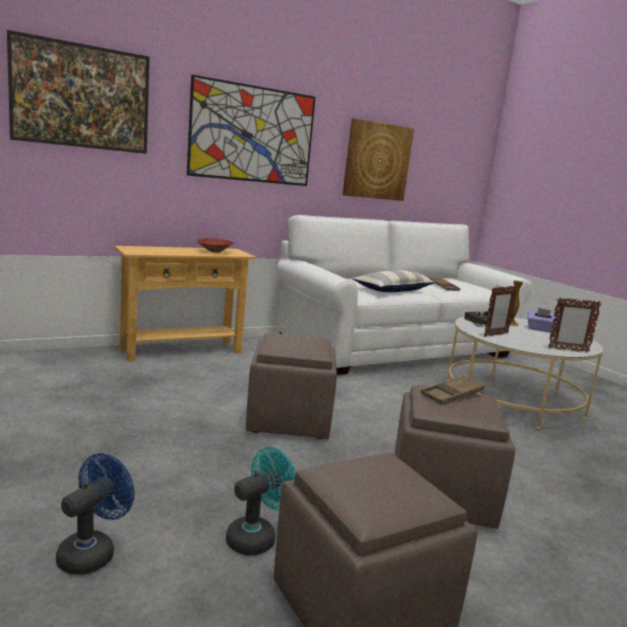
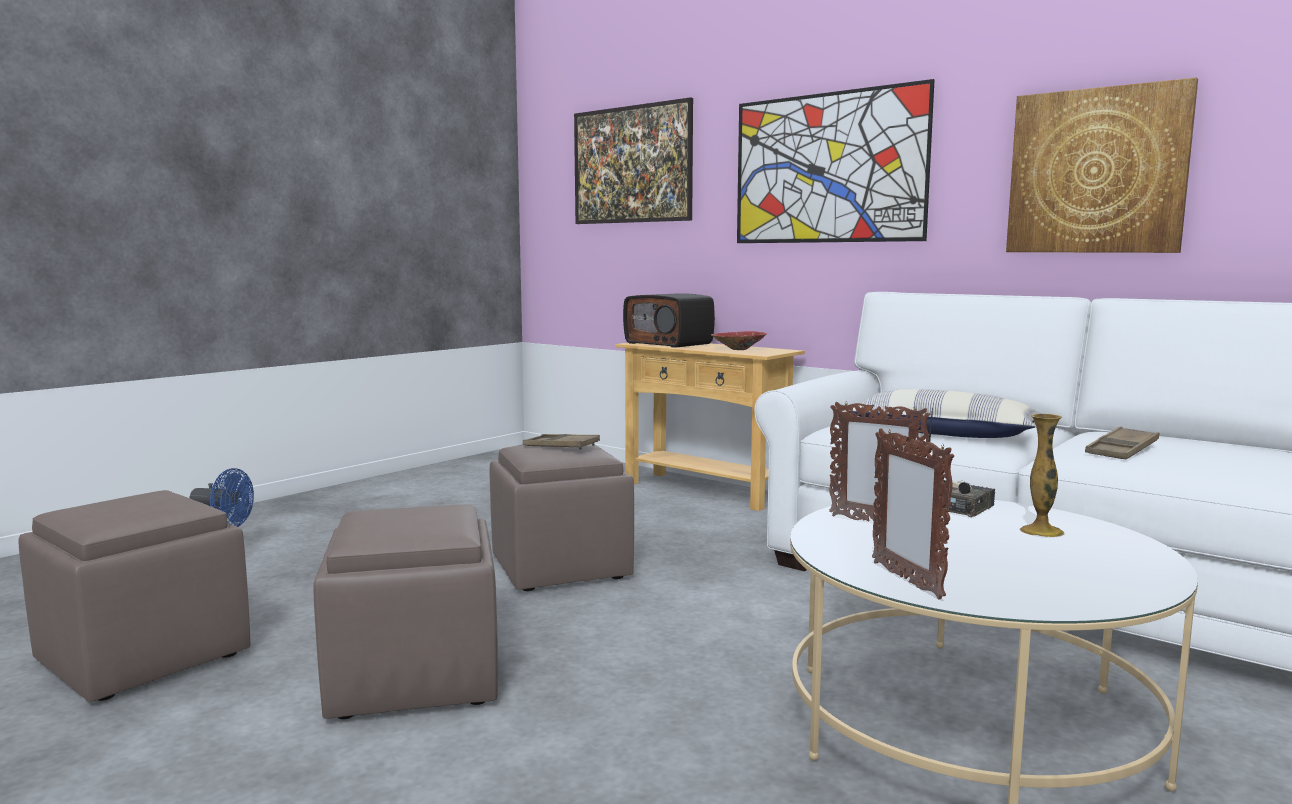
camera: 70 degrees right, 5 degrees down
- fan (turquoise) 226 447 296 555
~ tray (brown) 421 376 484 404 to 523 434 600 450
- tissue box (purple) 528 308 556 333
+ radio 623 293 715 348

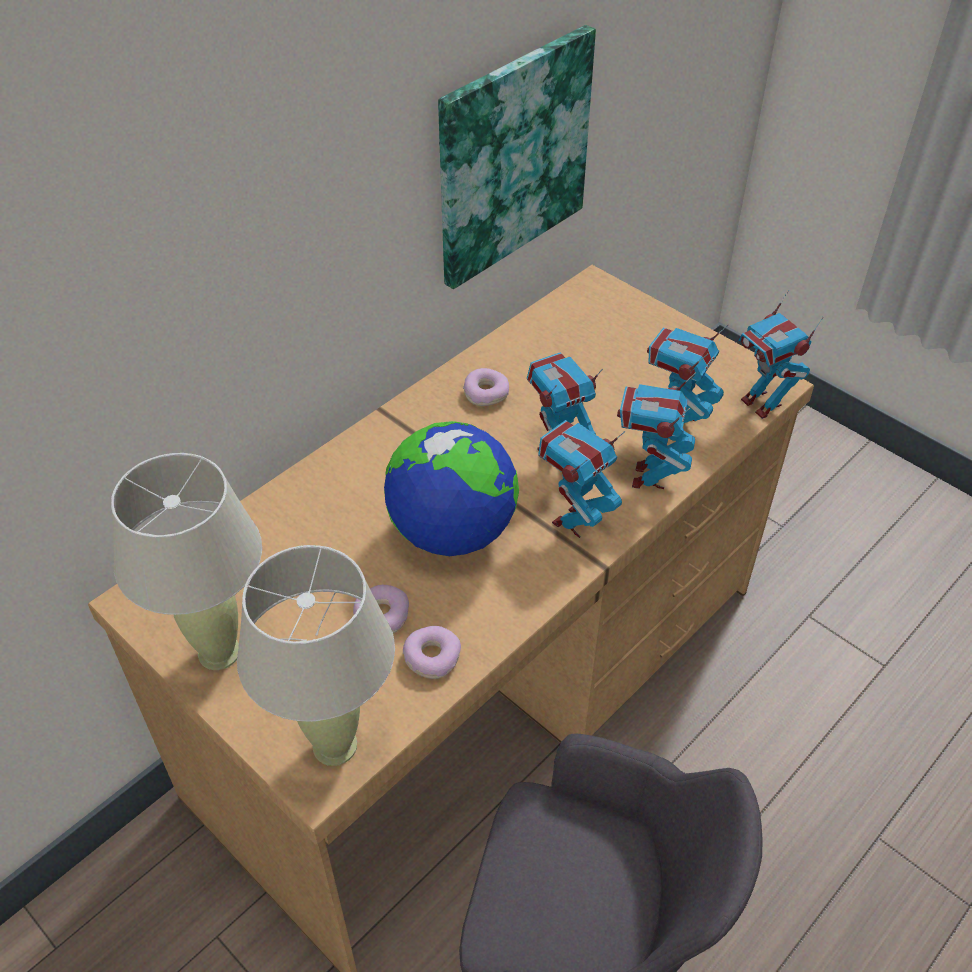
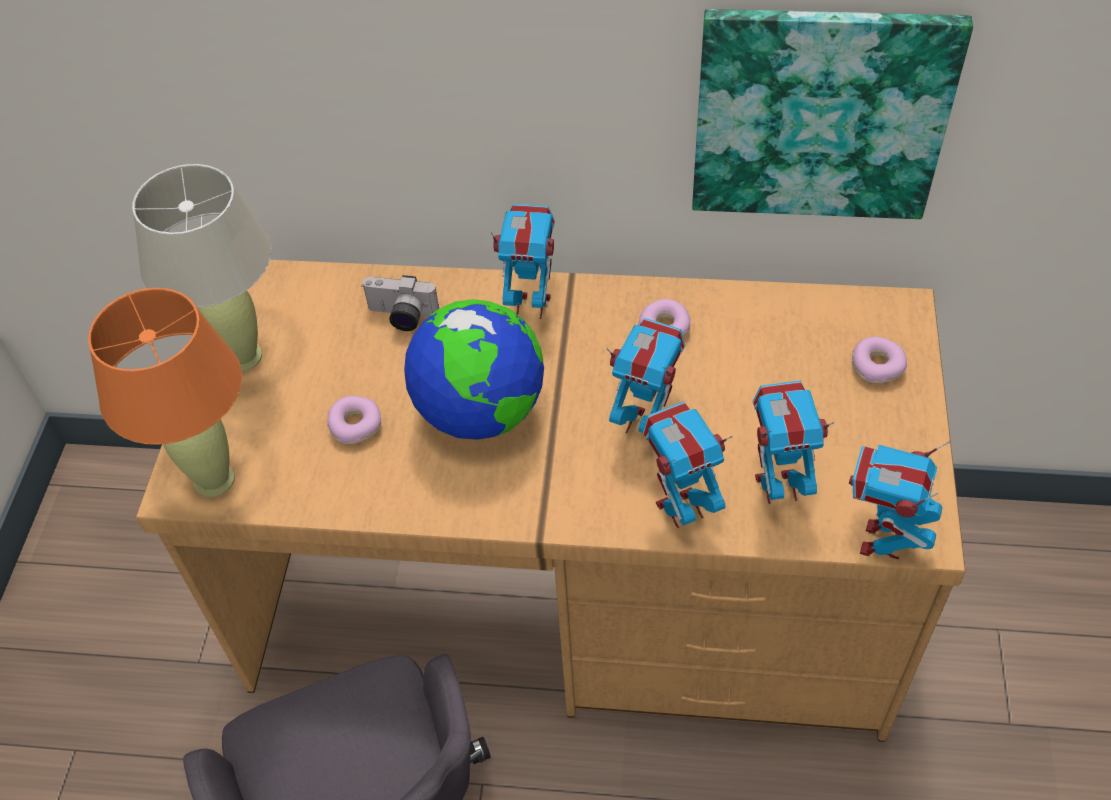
camera: 55 degrees right, 5 degrees up
~ table lamp (beige) 237 545 395 766 to table lamp (orange) 88 288 242 497
~ donut 403 626 461 679 to 852 336 907 384
~ toy robot 538 420 625 538 to 491 204 555 319
+ photo camera 361 275 439 331

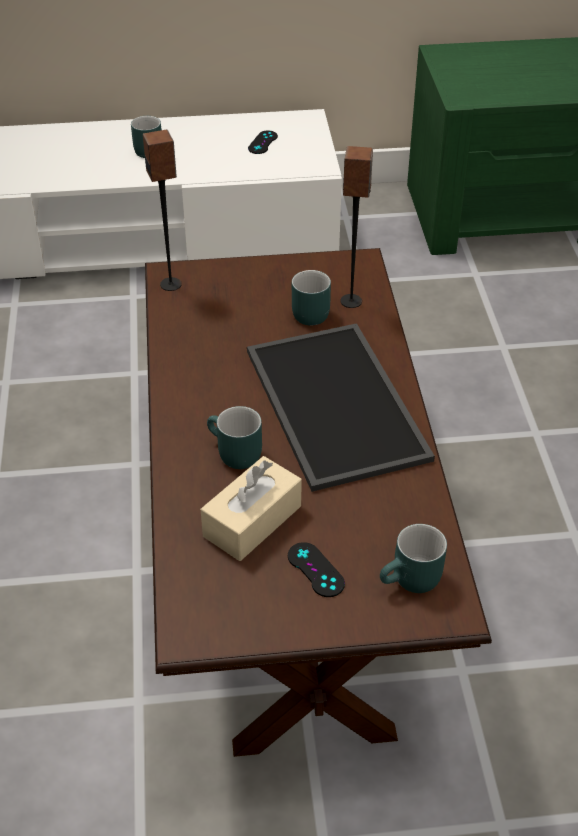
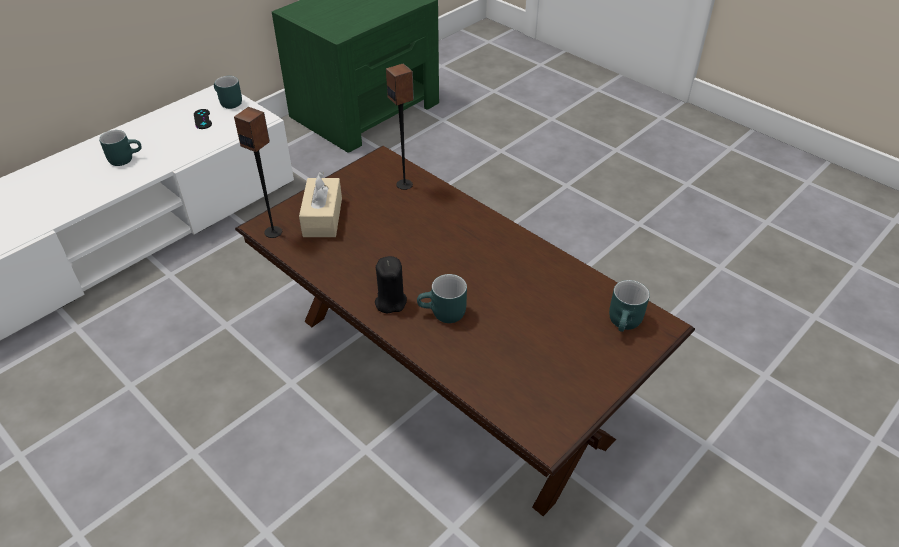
camera: 40 degrees left, 0 degrees up
~ tissue box (beige) 201 456 301 561 to 299 172 342 237
- tray 247 323 435 492
- game controller (black) 288 542 345 597
~ mug (turquoise) 292 270 331 325 to 214 76 242 109
+ candle (black) 375 256 407 314

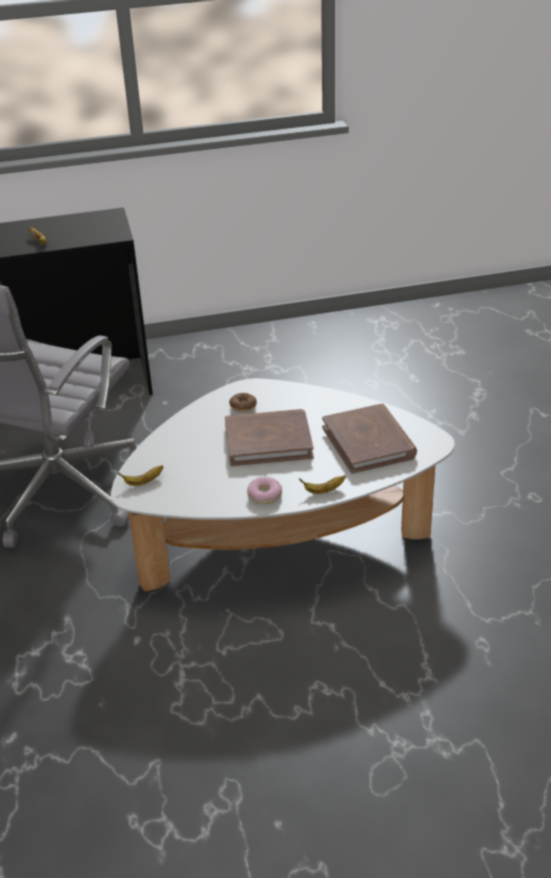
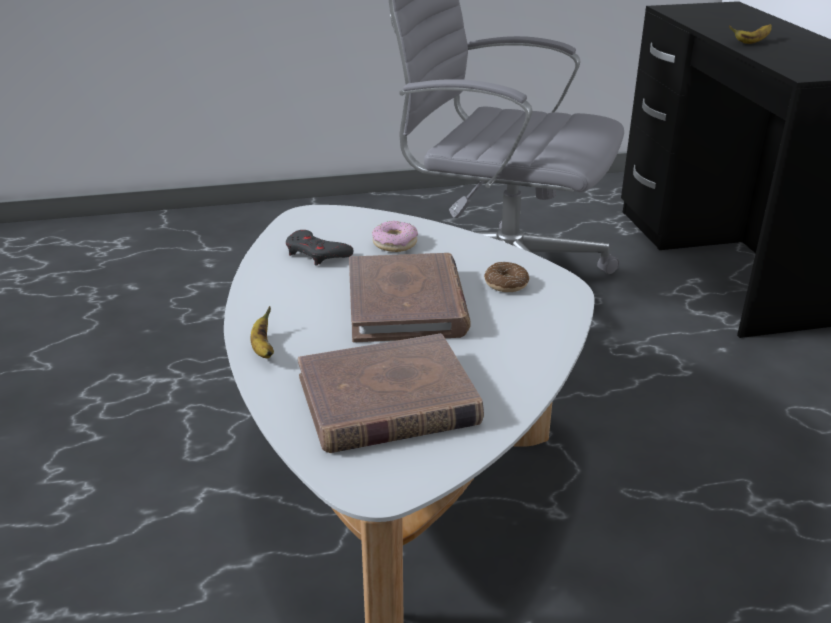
camera: 90 degrees right, 5 degrees down
- banana 117 465 163 486
~ donut 247 477 282 504 to 372 221 418 252
+ game controller (grey) 286 230 353 266

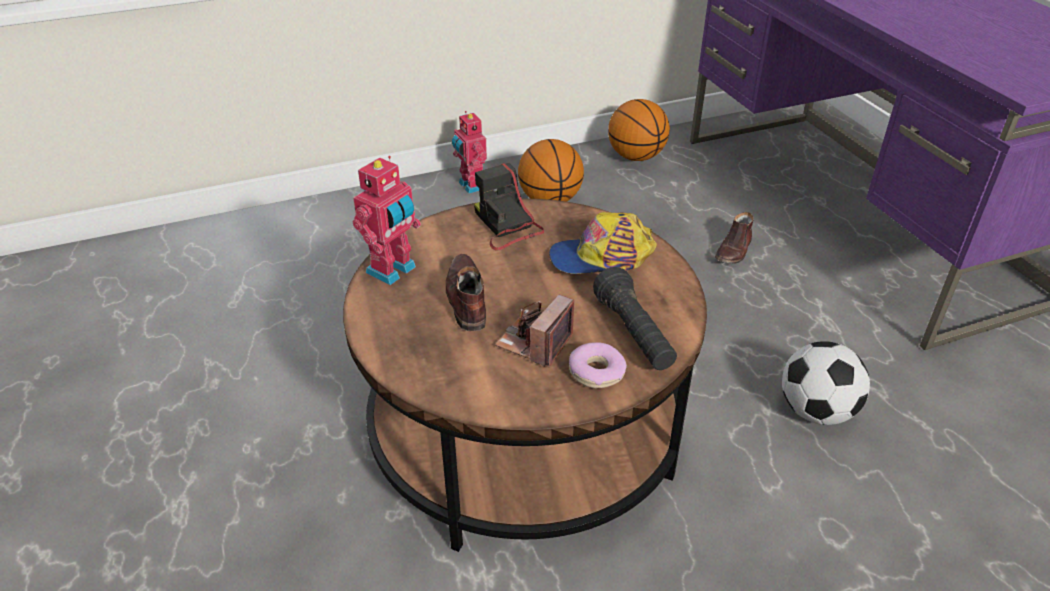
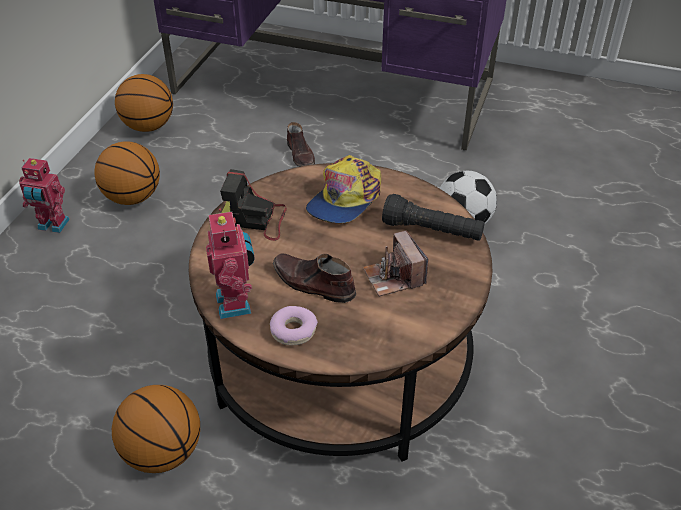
camera: 50 degrees left, 5 degrees up
~ donut 569 342 627 388 to 270 306 318 345
+ basketball 112 385 200 473

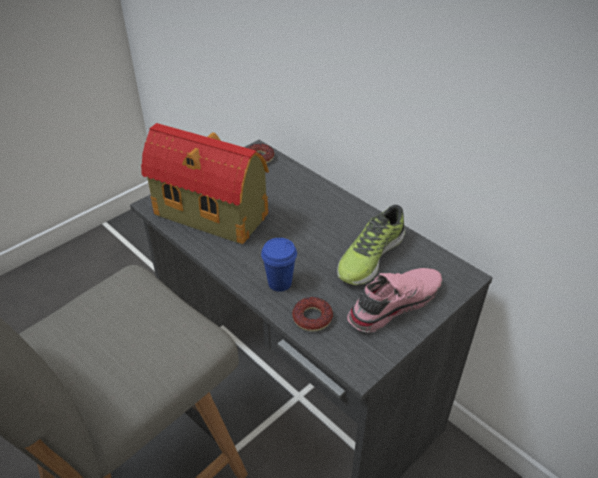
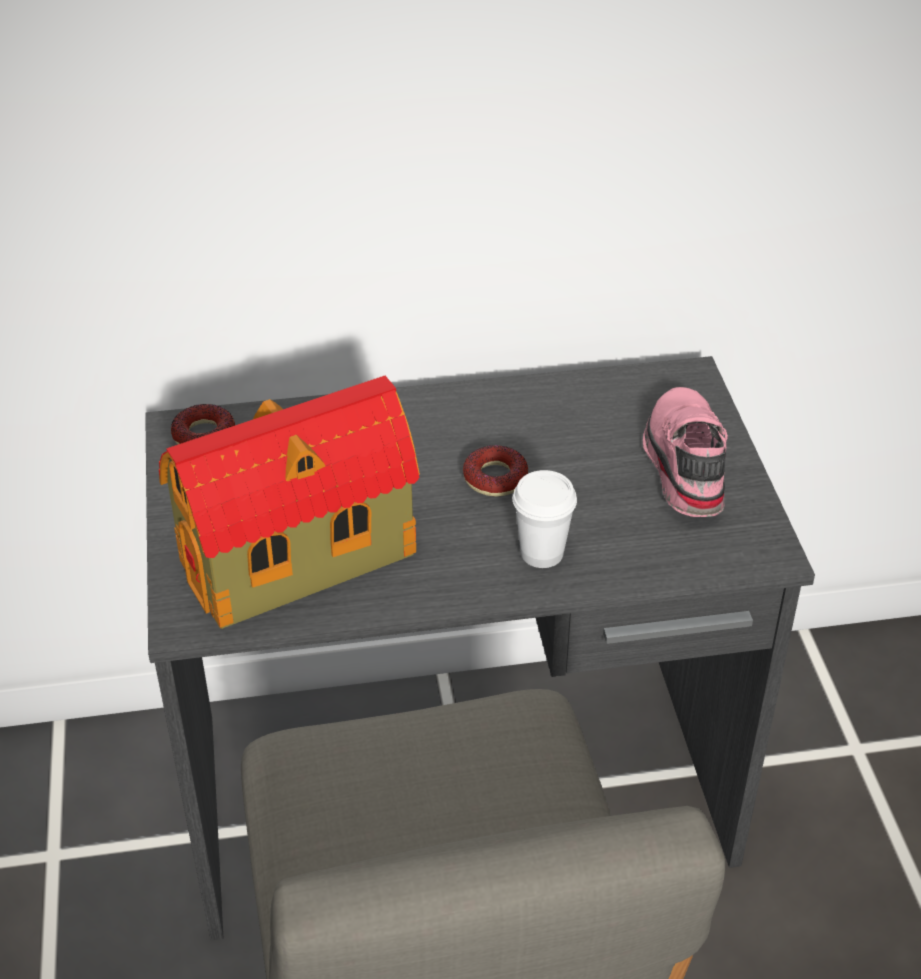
camera: 55 degrees left, 0 degrees up
~ cup (blue) 261 238 297 292 to cup (white) 513 470 577 568
~ donut 292 297 333 332 to 463 445 528 497
- shoe 337 205 405 285

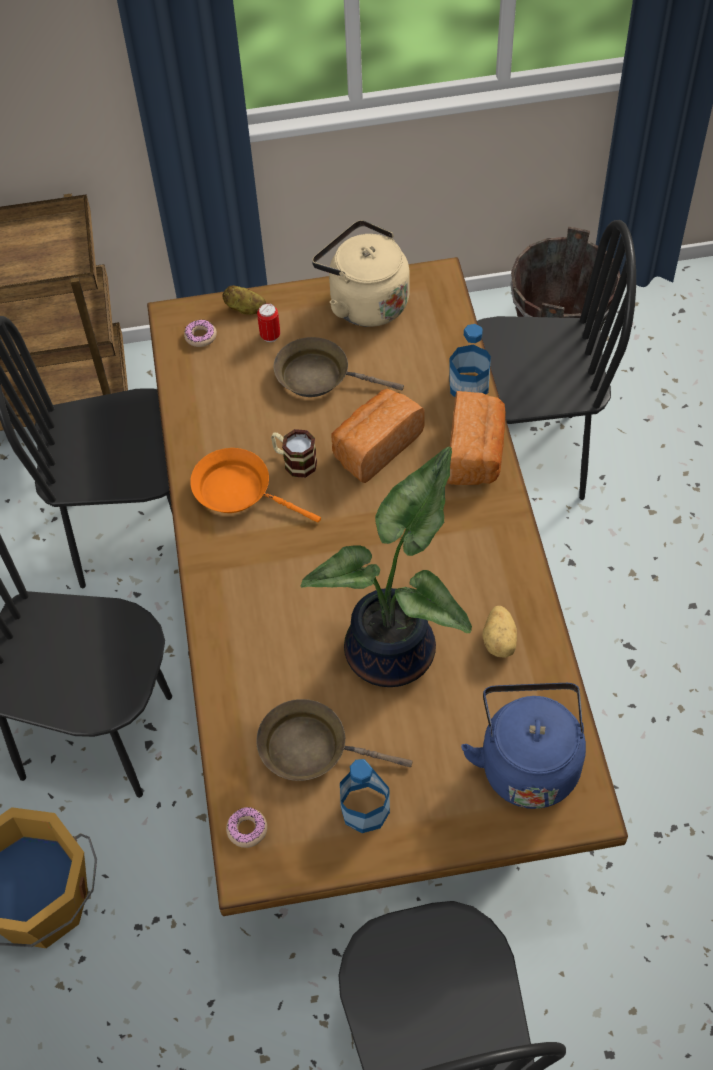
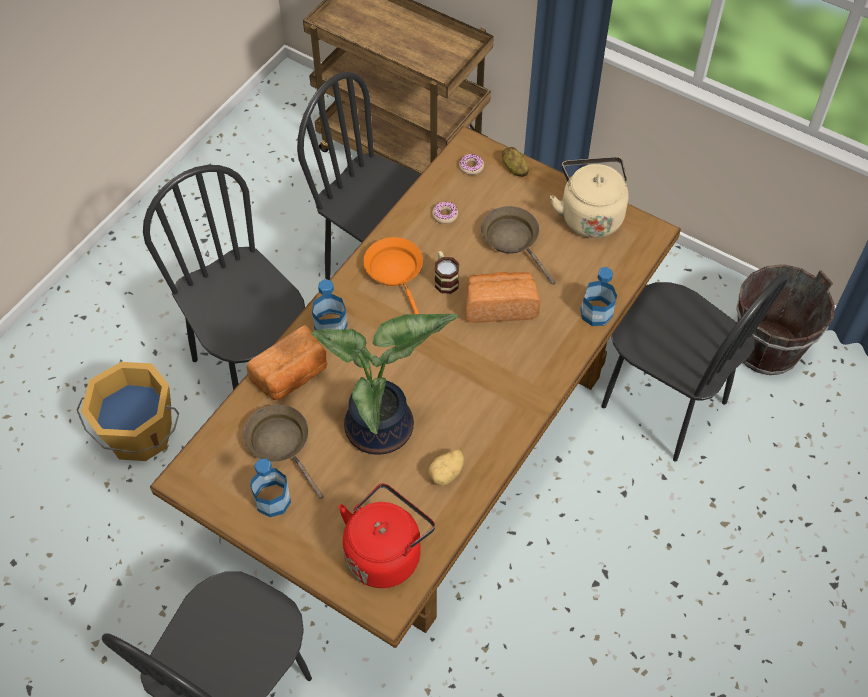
camera: 40 degrees right, 0 degrees up
~ donut 226 807 267 848 to 432 202 458 224
- can 257 303 280 342
~ bread 447 391 506 485 to 246 325 327 400
~ kettle (blue) 461 683 586 809 to kettle (red) 339 483 435 588
+ bottle 312 279 348 330

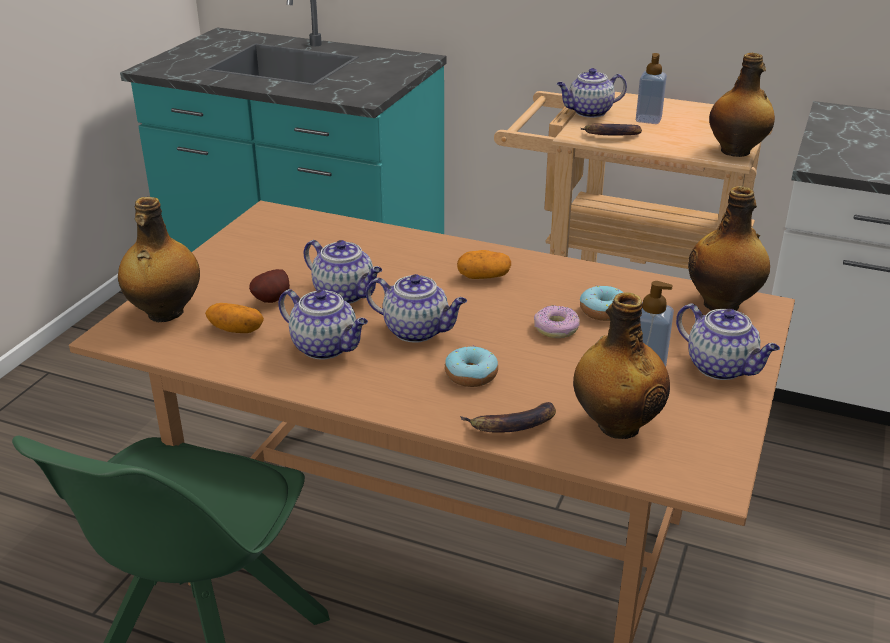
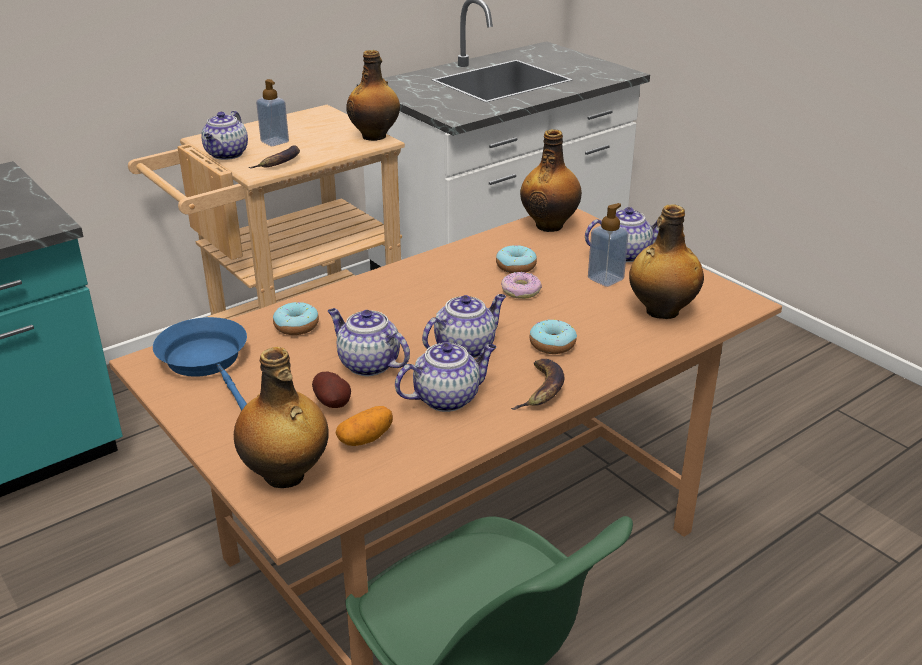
camera: 60 degrees left, 0 degrees up
~ teapot 304 240 382 304 = 328 308 410 376 120 degrees counterclockwise
- potato 457 250 511 279
~ banana 460 402 556 433 to 511 359 565 410
+ frying pan (blue) 153 317 247 410
+ donut 273 302 319 335

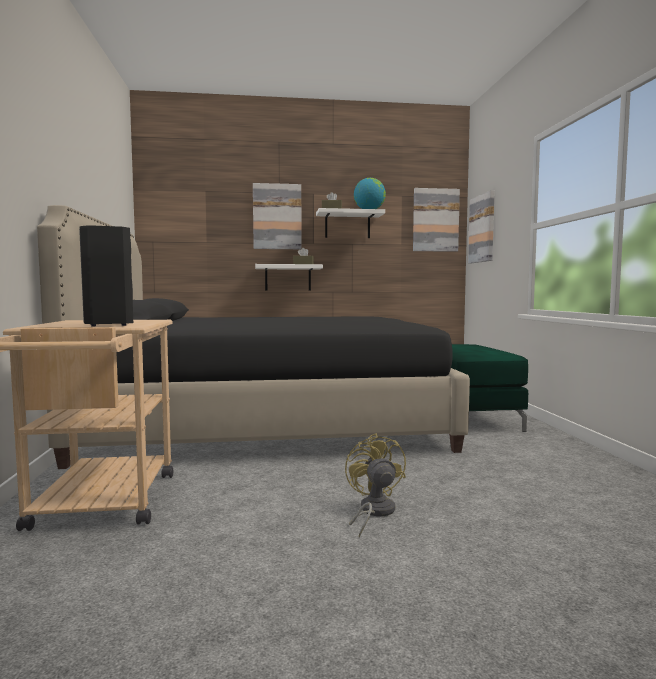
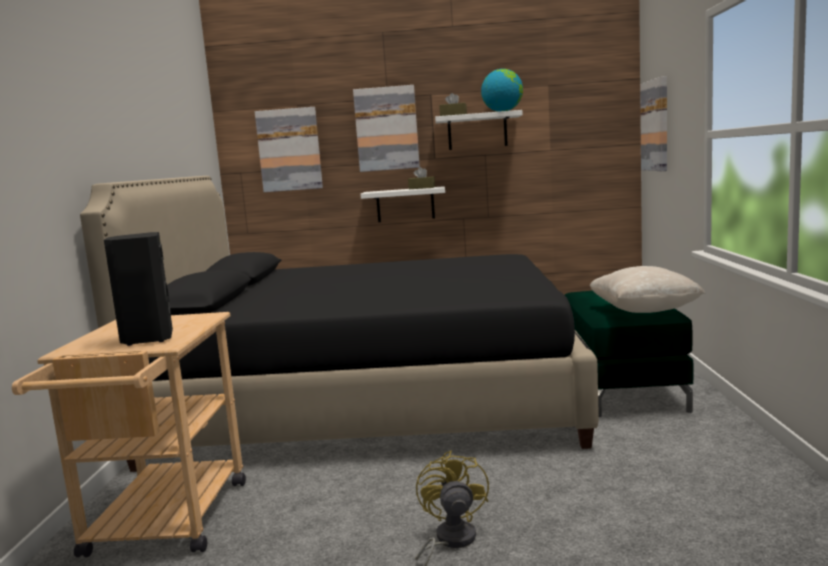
camera: 10 degrees right, 5 degrees up
~ picture 413 188 460 252 to 255 107 323 192
+ pillow (beige) 590 266 705 313

